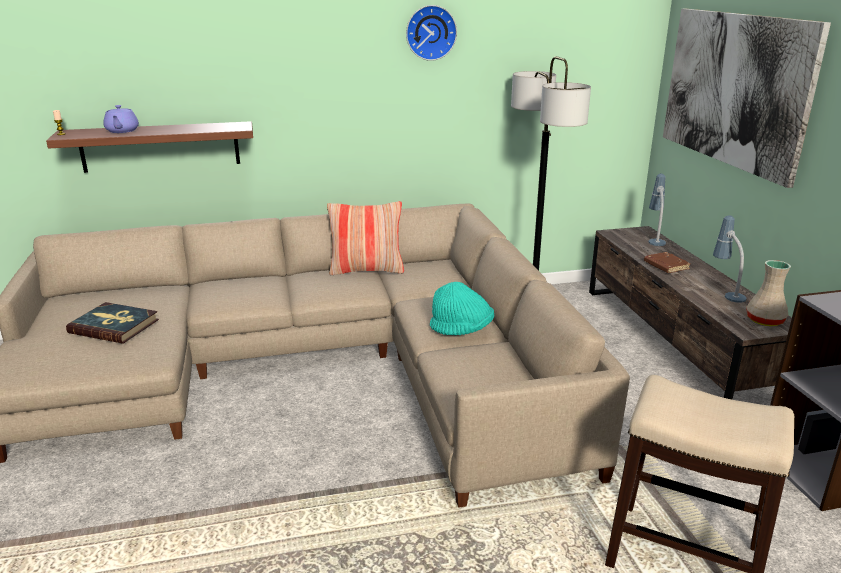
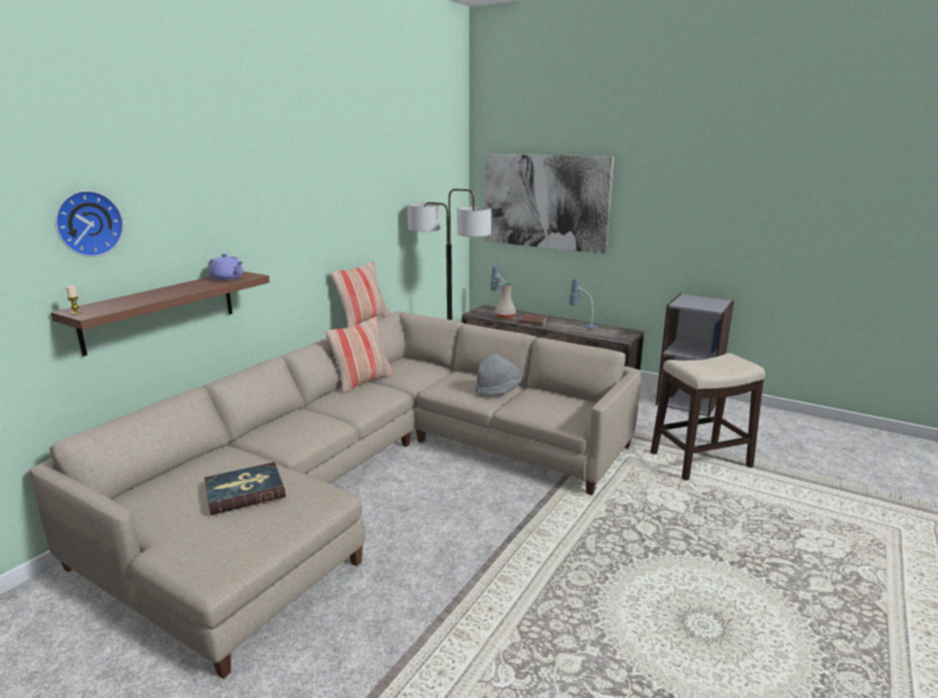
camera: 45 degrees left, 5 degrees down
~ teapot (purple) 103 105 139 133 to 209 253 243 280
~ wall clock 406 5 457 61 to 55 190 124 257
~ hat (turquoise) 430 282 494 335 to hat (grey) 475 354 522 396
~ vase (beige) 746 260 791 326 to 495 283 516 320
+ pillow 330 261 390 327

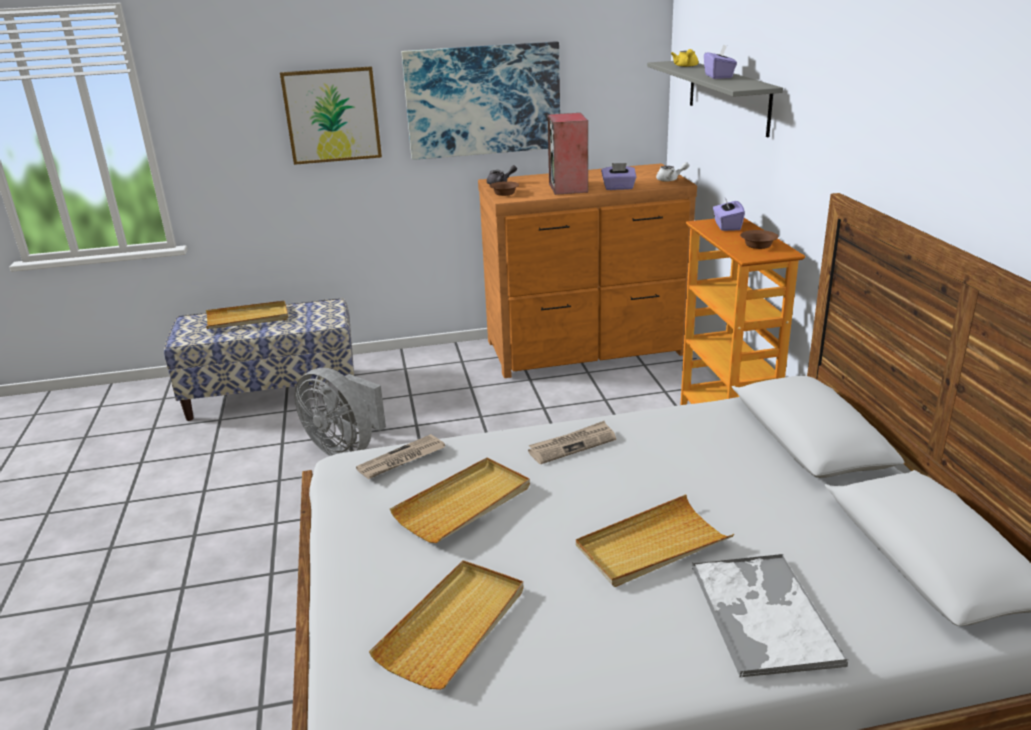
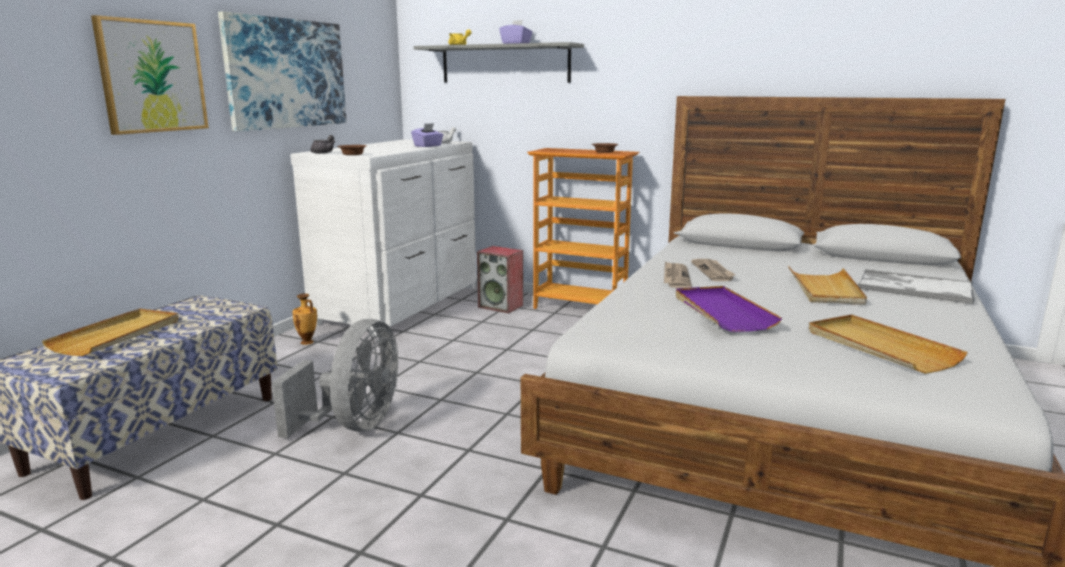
camera: 55 degrees left, 10 degrees down
~ fan (grey) 295 368 386 456 = 272 319 398 438 60 degrees counterclockwise
~ newspaper 356 434 445 479 to 691 259 736 281
~ tray (beige) 390 458 530 543 to tray (purple) 676 286 782 332
~ dresser (brown) 478 163 697 378 to dresser (white) 290 139 476 337
~ speaker 548 113 588 195 to 477 246 523 313
- tissue box (purple) 713 198 745 231
+ vase 292 294 317 345

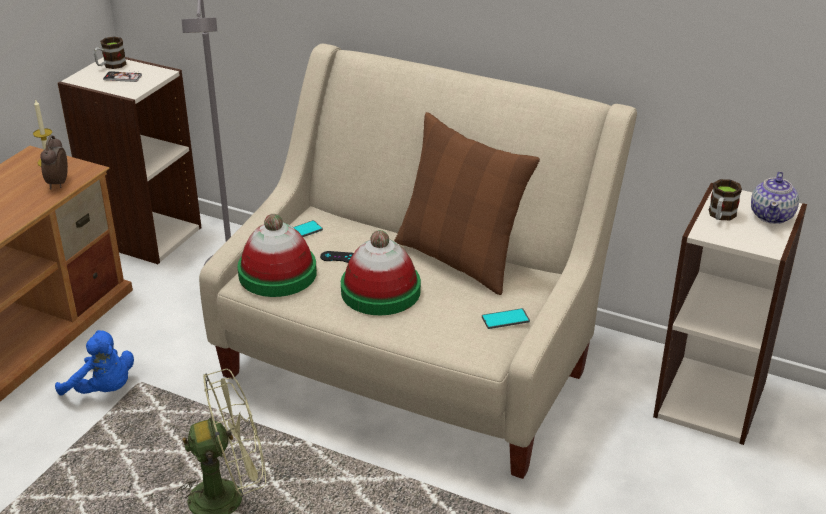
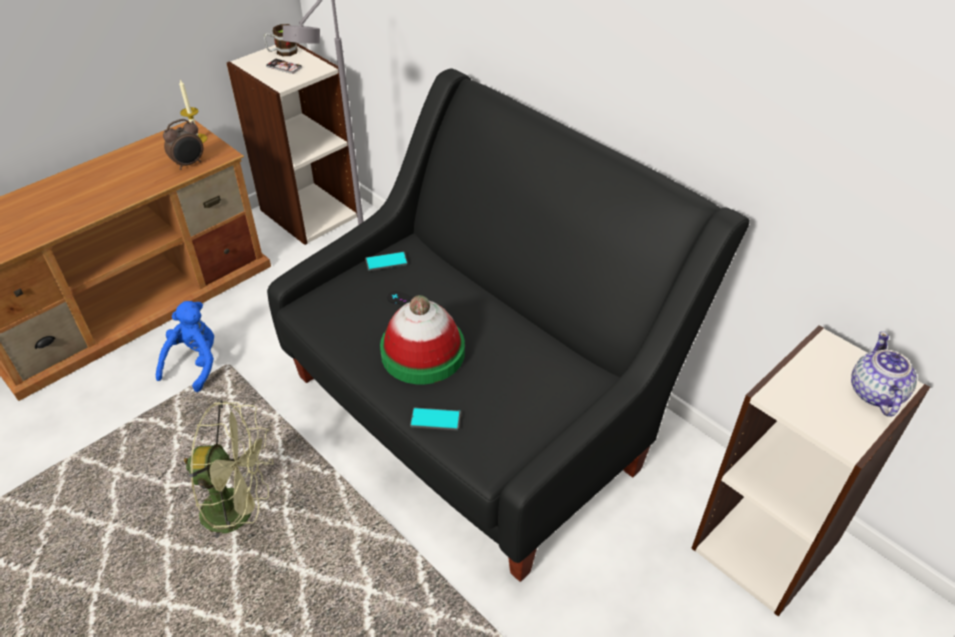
camera: 20 degrees right, 10 degrees up
~ alarm clock 40 135 68 189 = 163 119 203 170 150 degrees counterclockwise
~ plush toy (blue) 55 330 134 396 = 156 301 214 392 120 degrees counterclockwise
~ sofa (beige) 199 44 637 479 to sofa (black) 267 69 750 582
- hat 237 214 317 297
- pillow (brown) 394 112 540 295
~ phone 482 308 530 329 to 410 407 461 431
- mug 709 179 742 220
~ teapot 751 171 799 224 = 851 331 917 417 150 degrees clockwise

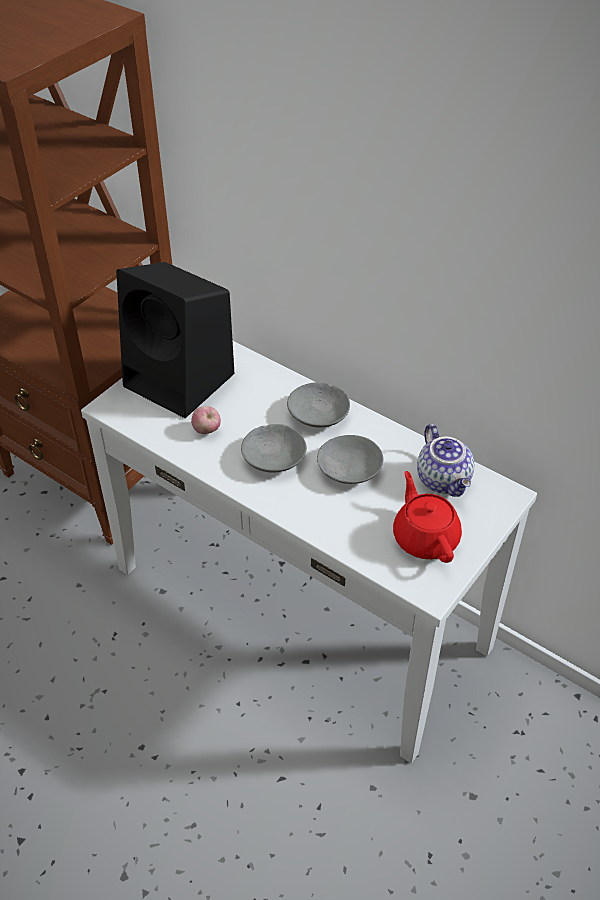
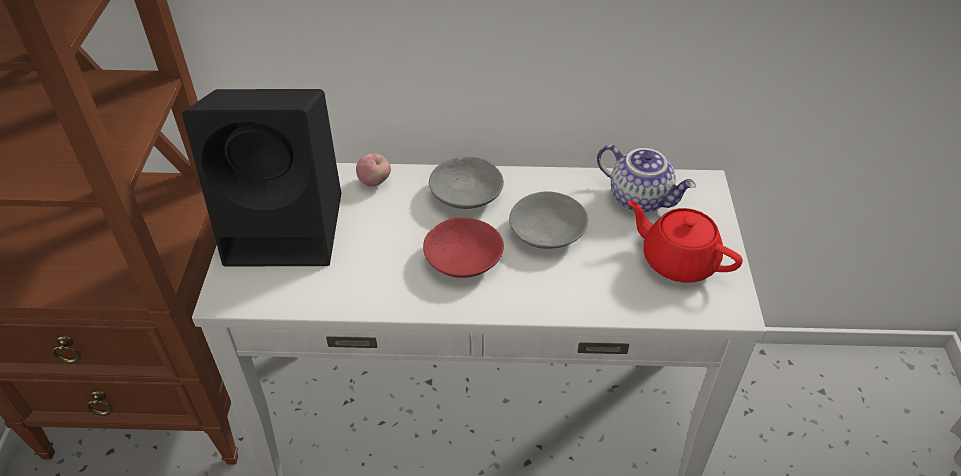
camera: 35 degrees left, 0 degrees up
~ apple 191 406 221 434 to 356 153 391 187
~ bowl (grey) 241 424 307 473 to bowl (red) 423 217 504 278

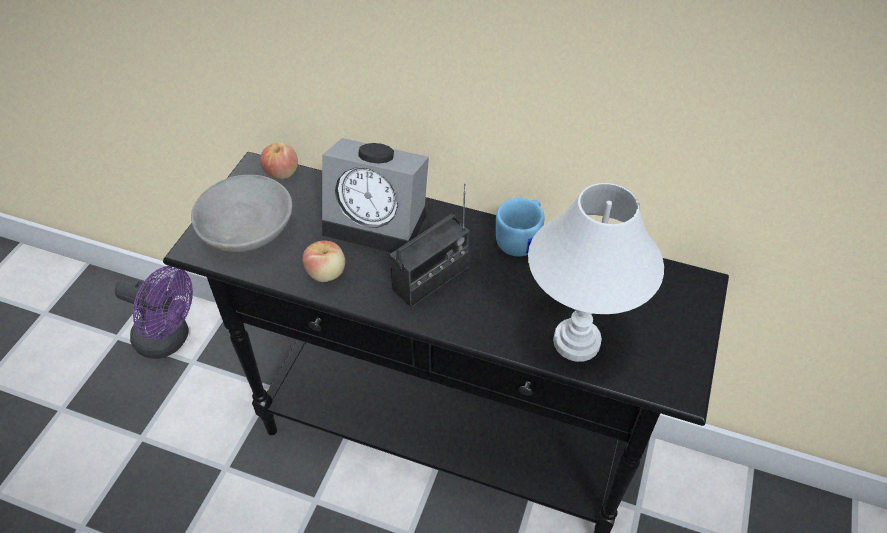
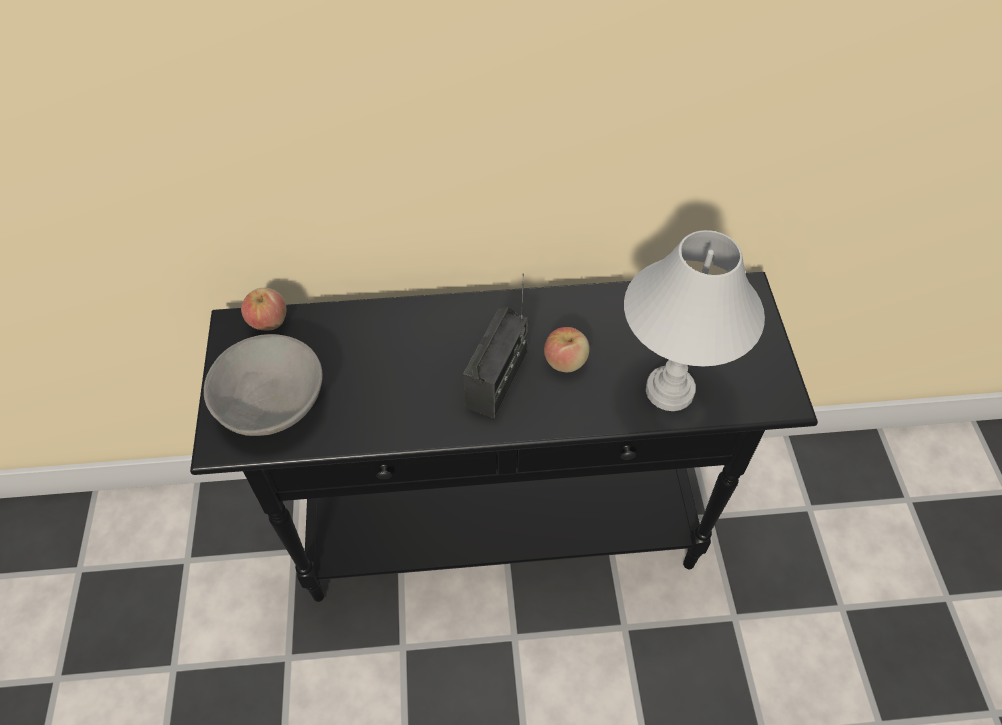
camera: 25 degrees left, 5 degrees up
- fan (purple) 115 266 193 359
~ apple 302 240 345 282 to 544 327 589 372
- alarm clock 322 138 429 253
- mug (blue) 496 198 545 256

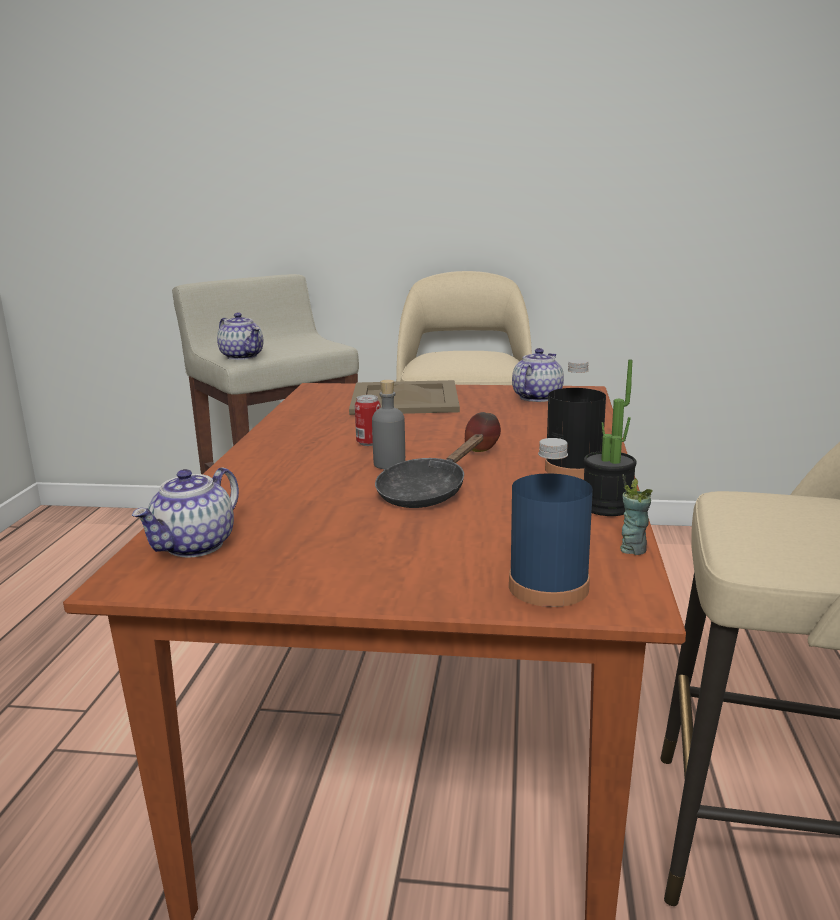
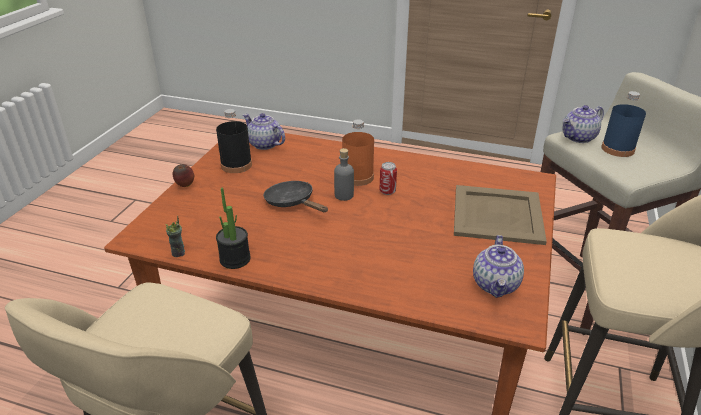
camera: 100 degrees right, 15 degrees up
~ apple 465 412 501 452 to 173 164 194 187
~ bottle (blue) 509 438 593 607 to 601 91 646 157
~ teapot 512 348 564 402 = 473 235 524 298 60 degrees clockwise
~ bottle (black) 545 359 606 479 to 216 109 252 173
+ bottle (orange) 342 119 374 186

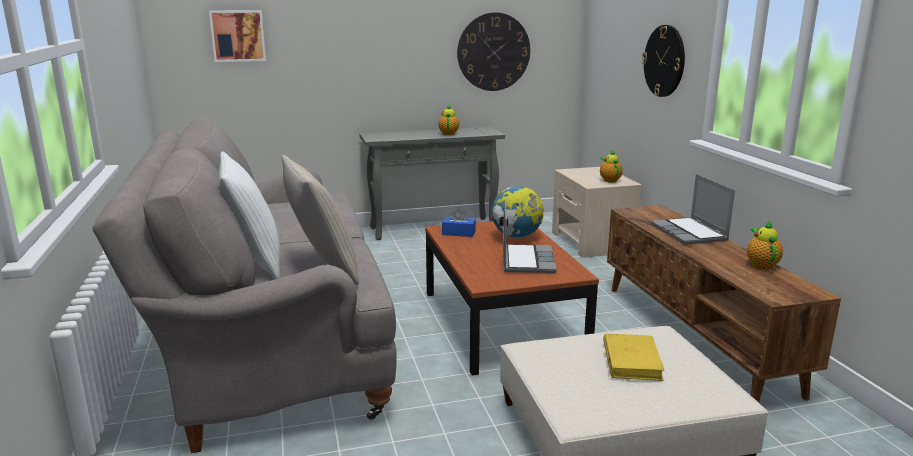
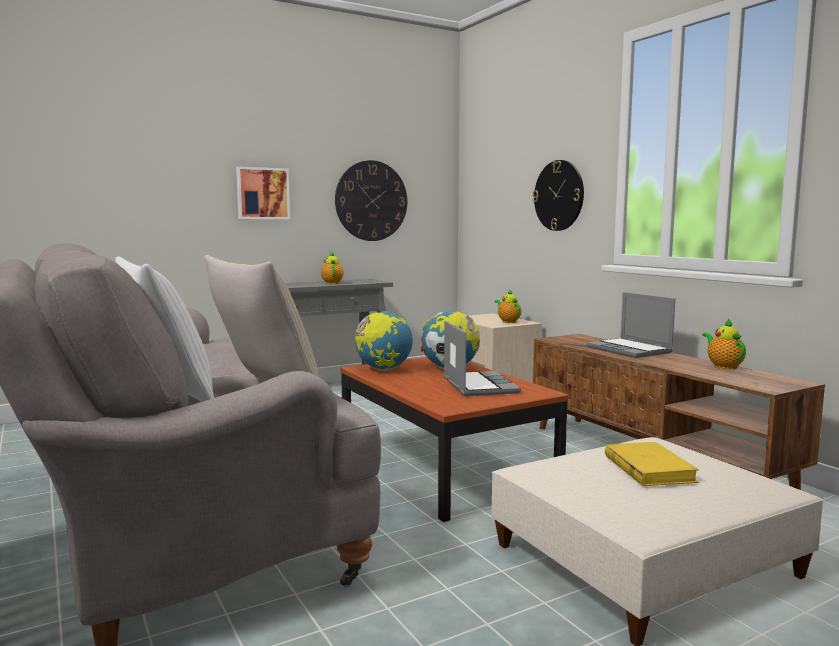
camera: 15 degrees left, 10 degrees down
~ picture 209 10 266 62 to 236 167 290 219
~ tissue box (blue) 442 208 476 237 to globe 355 311 413 371

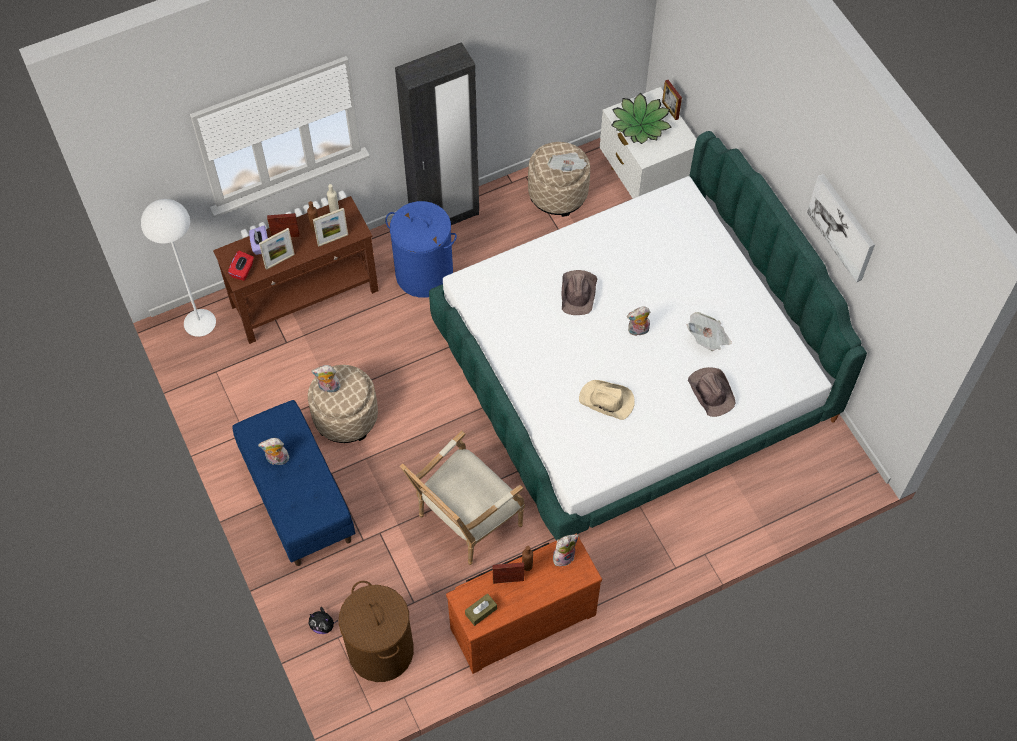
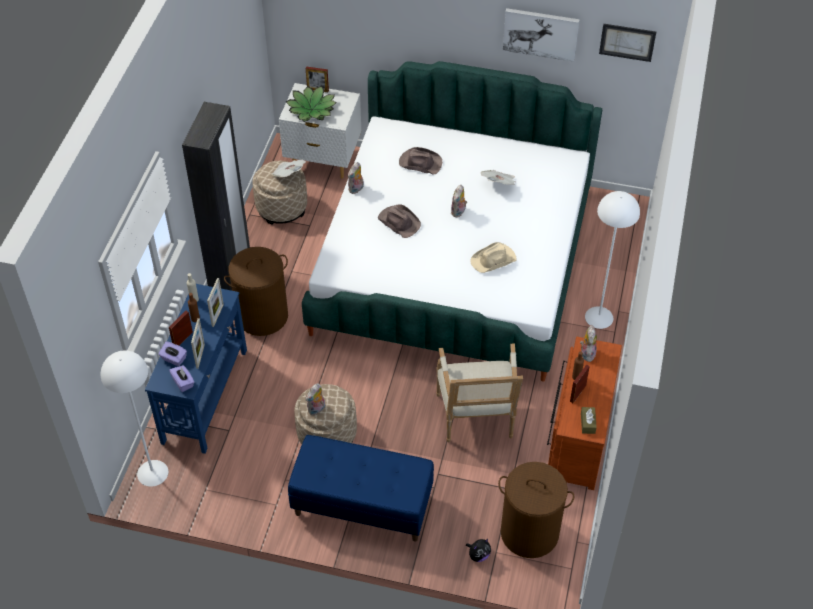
camera: 50 degrees left, 10 degrees down
~ console table (brown) 213 196 379 344 to console table (blue) 145 284 247 454
~ tissue box (red) 228 251 254 281 to tissue box (purple) 169 365 195 392
~ plush toy 258 438 289 465 to 348 162 364 194
~ laundry basket (blue) 385 201 457 298 to laundry basket (brown) 224 247 288 336
~ hat (brown) 688 367 736 417 to 399 147 442 175
+ floor lamp (white) 585 191 640 329
+ picture 599 24 656 62

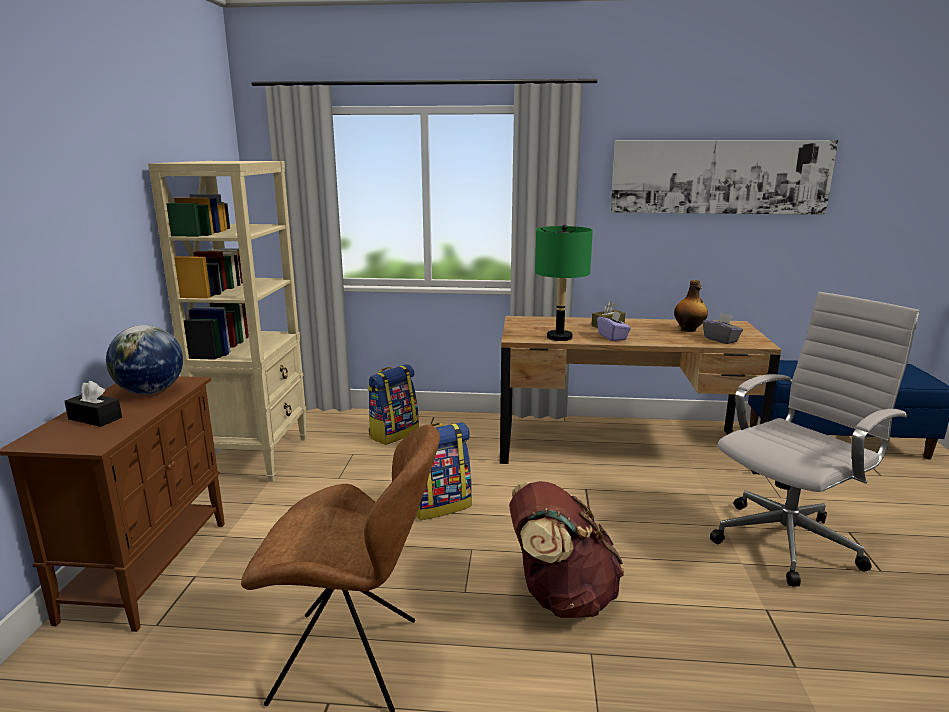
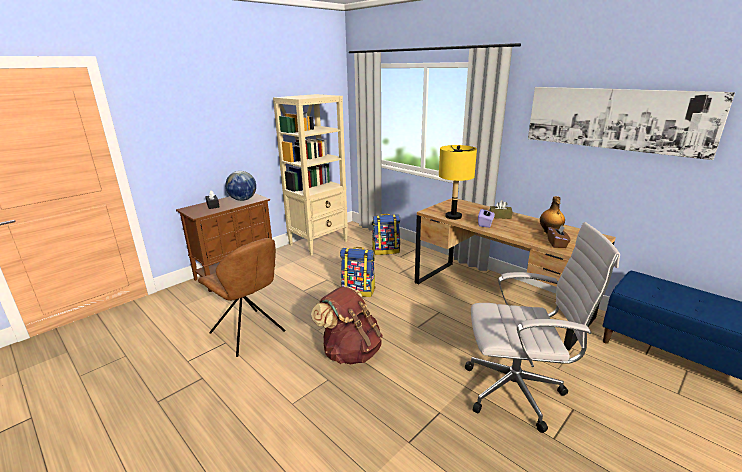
camera: 40 degrees right, 5 degrees up
~ table lamp (green) 535 225 593 341 to table lamp (yellow) 439 145 477 220
~ tissue box (grey) 703 313 743 344 to tissue box (brown) 548 225 571 248

